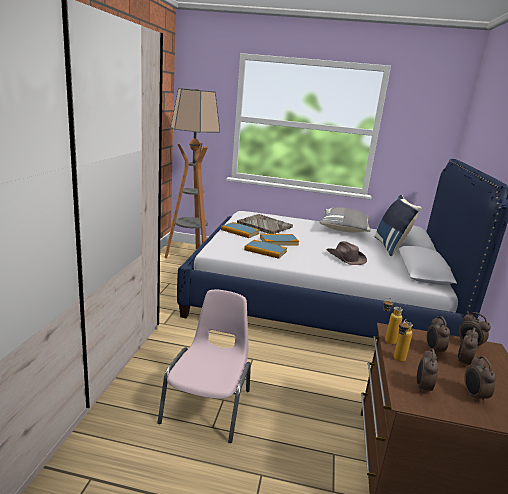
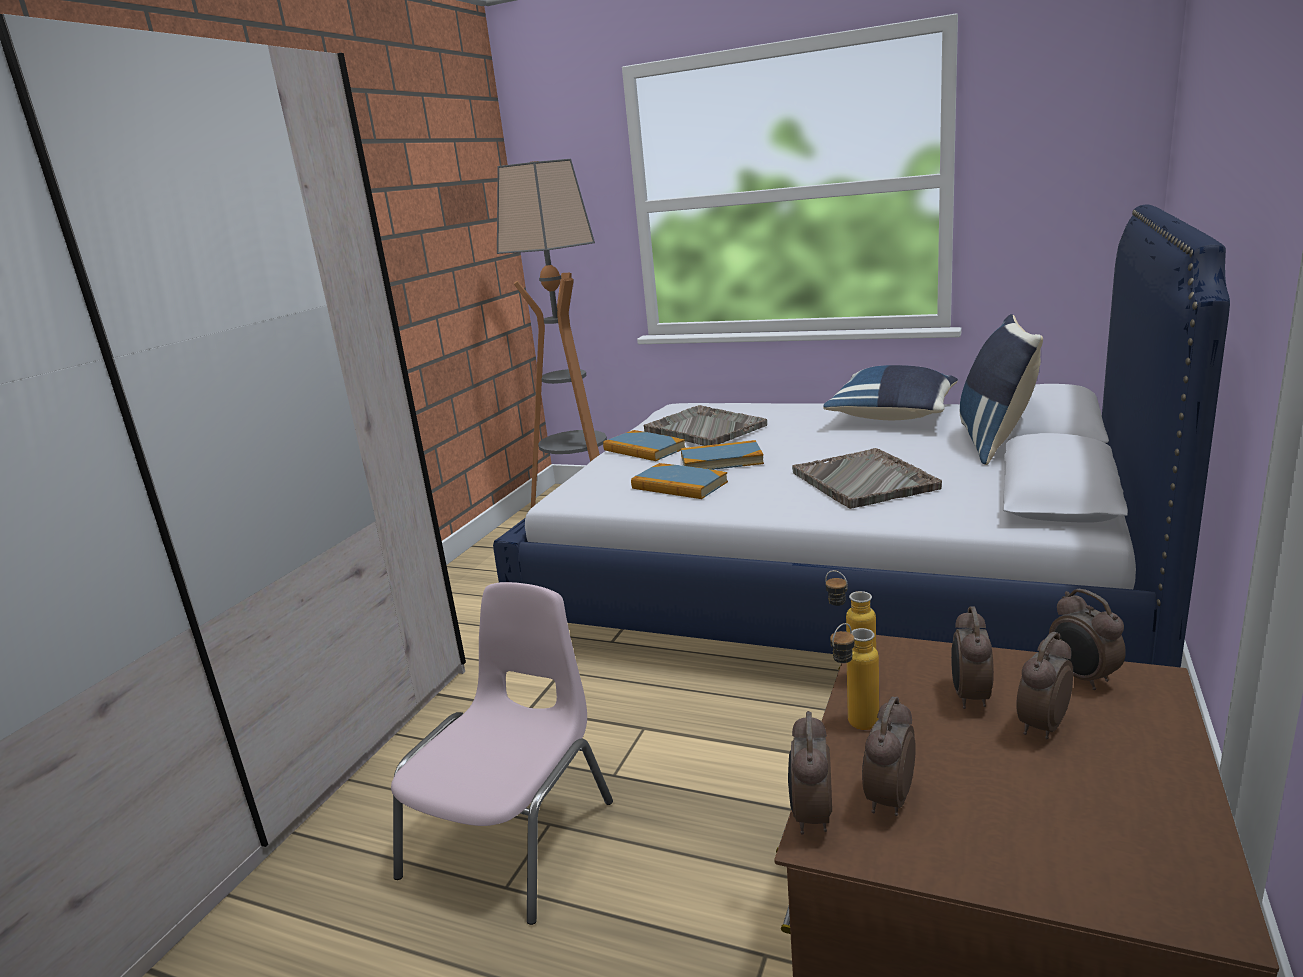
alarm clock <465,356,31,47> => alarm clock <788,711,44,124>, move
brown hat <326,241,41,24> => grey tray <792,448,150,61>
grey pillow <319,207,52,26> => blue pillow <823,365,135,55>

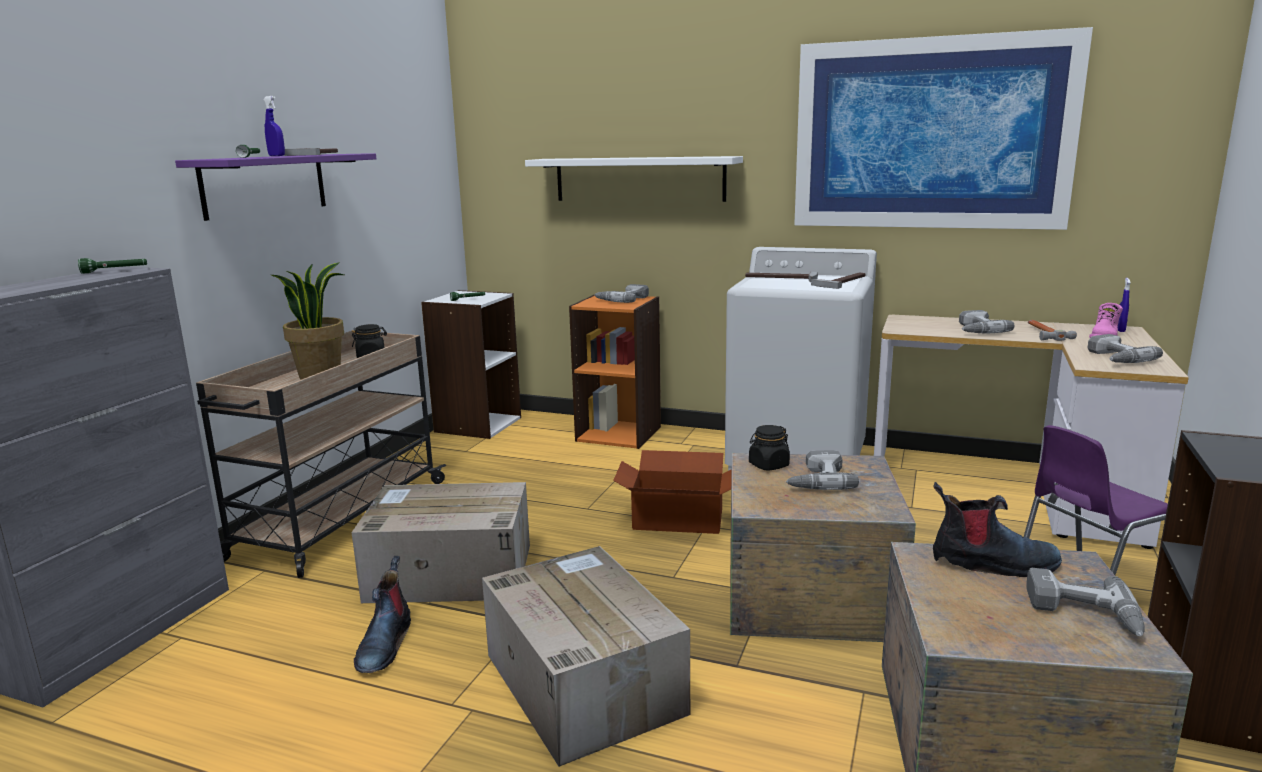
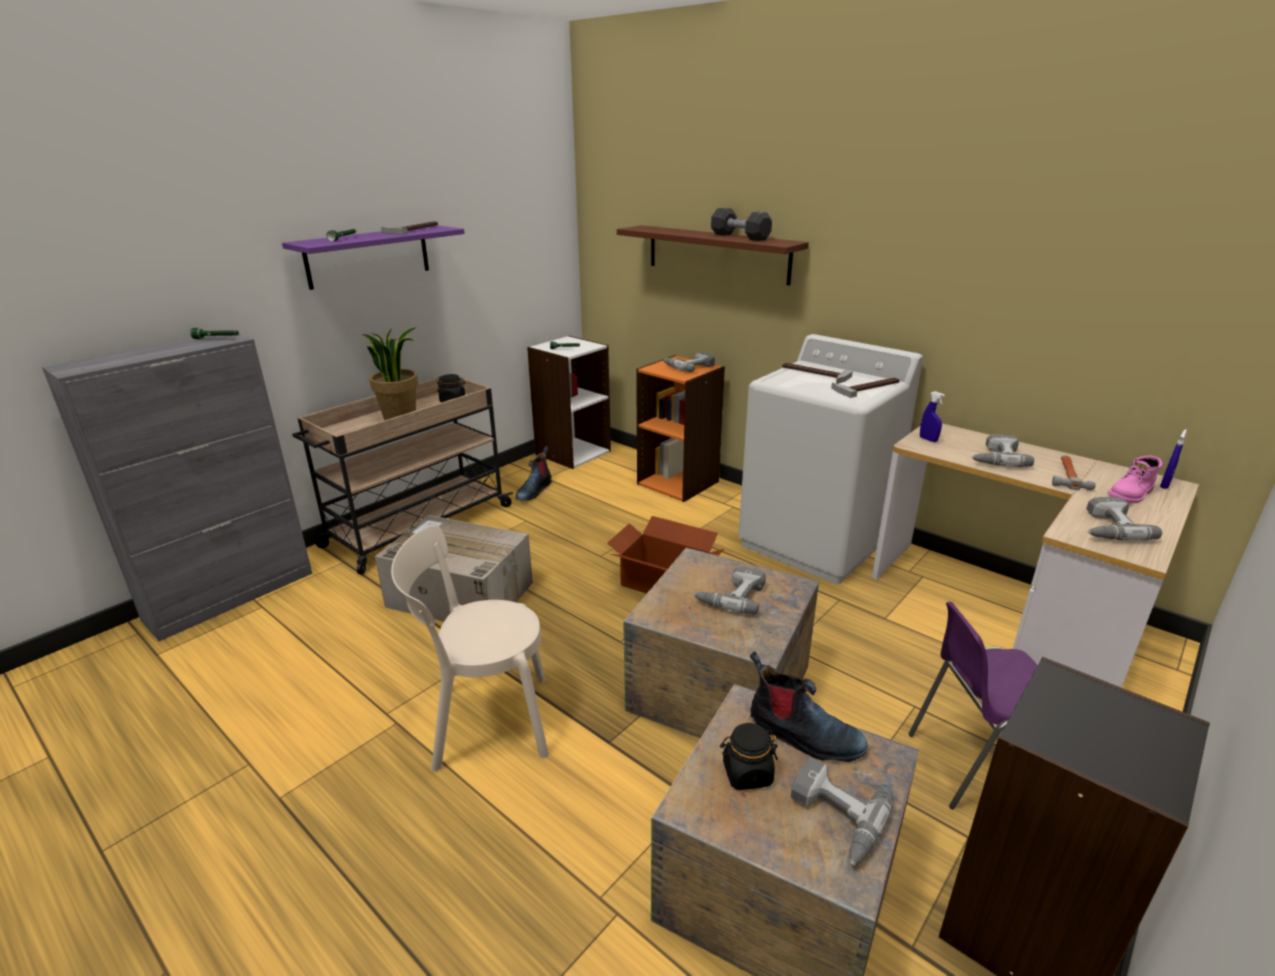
picture <794,27,299,203> => nothing
nothing => black dumbbell <711,208,61,33>
blue spray bottle <263,96,22,60> => blue spray bottle <920,391,25,51>, move
boot <354,556,57,117> => boot <516,446,36,55>, move
black jar <749,425,41,46> => black jar <720,723,58,67>, move
cardboard box <482,546,208,221> => beige chair <391,525,158,247>
white shelf <525,156,218,46> => brown shelf <617,225,192,60>

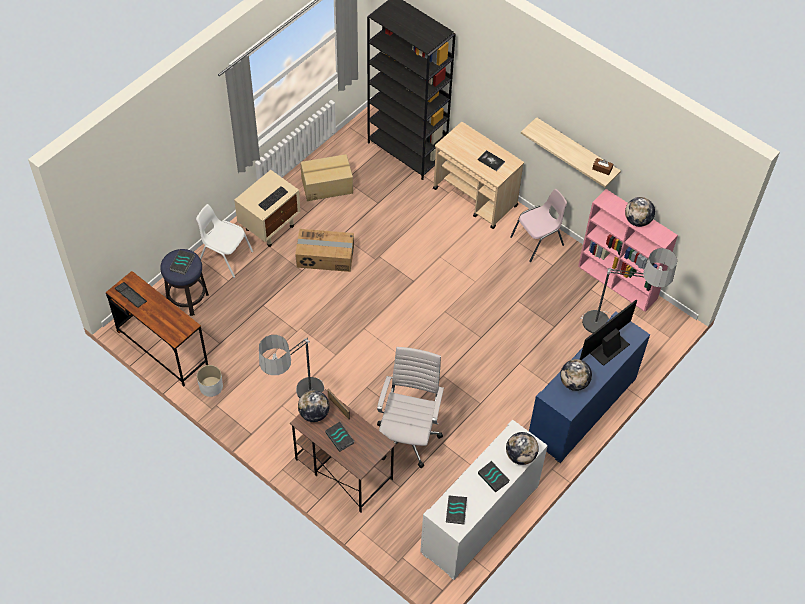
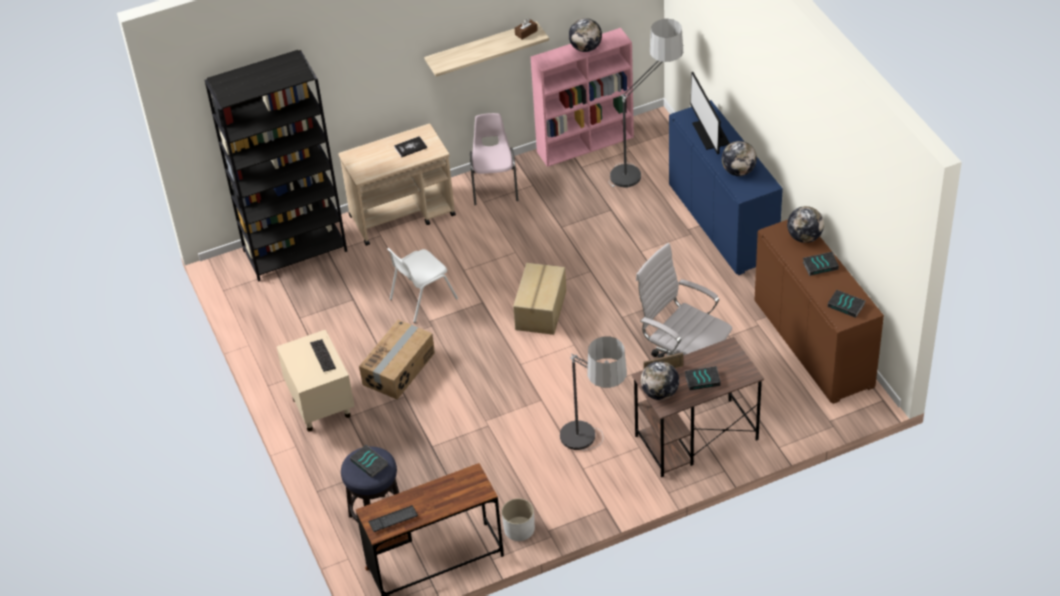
white chair <196,204,57,74> => white chair <387,248,71,75>, move
cardboard box <300,154,53,47> => cardboard box <513,263,53,72>, move
white cabinet <420,419,128,161> => brown cabinet <754,220,130,184>

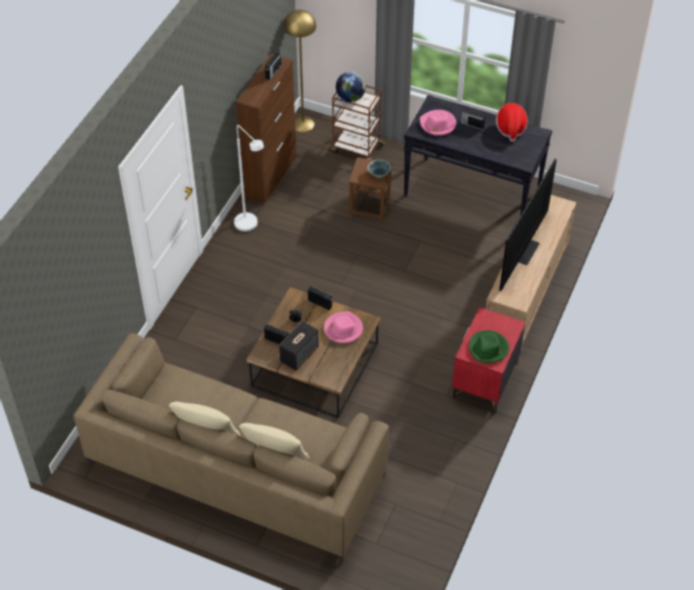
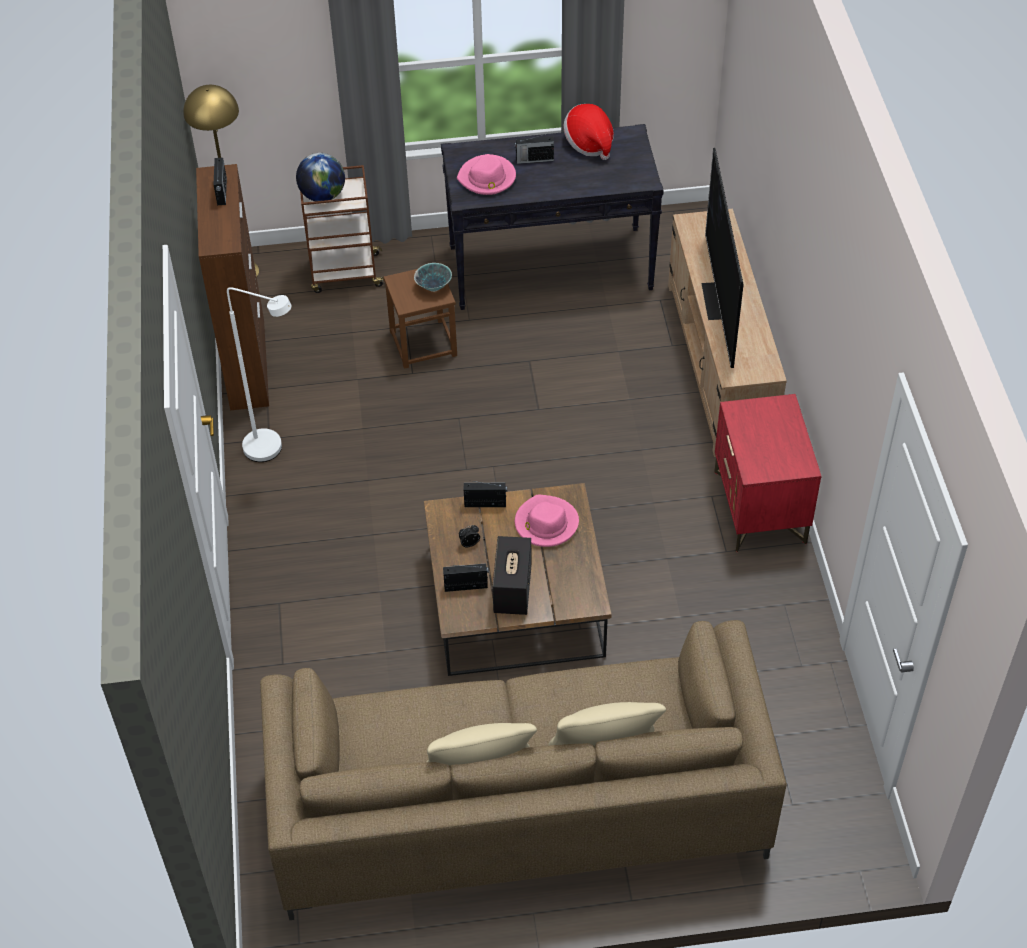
green hat <469,330,40,33> => nothing

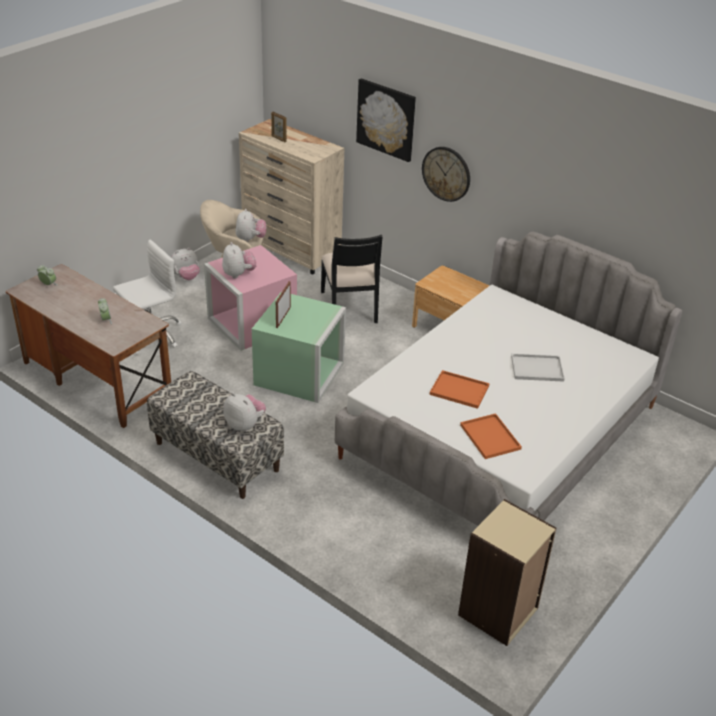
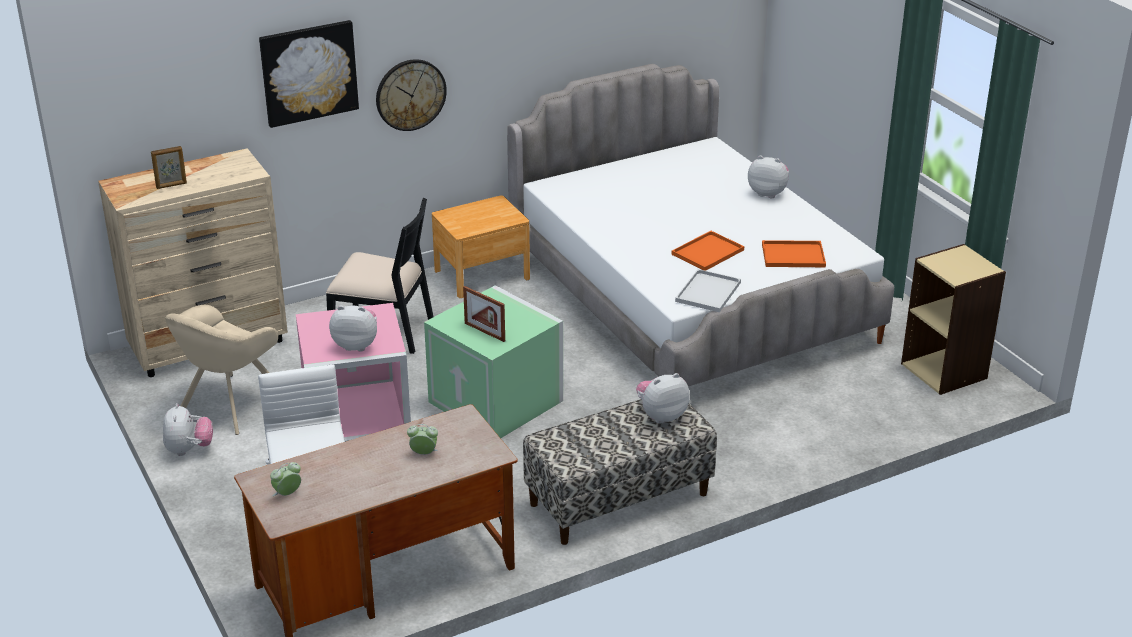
plush toy <236,209,30,33> => plush toy <748,155,41,43>, move
white tray <511,354,54,28> => white tray <675,269,66,43>, move

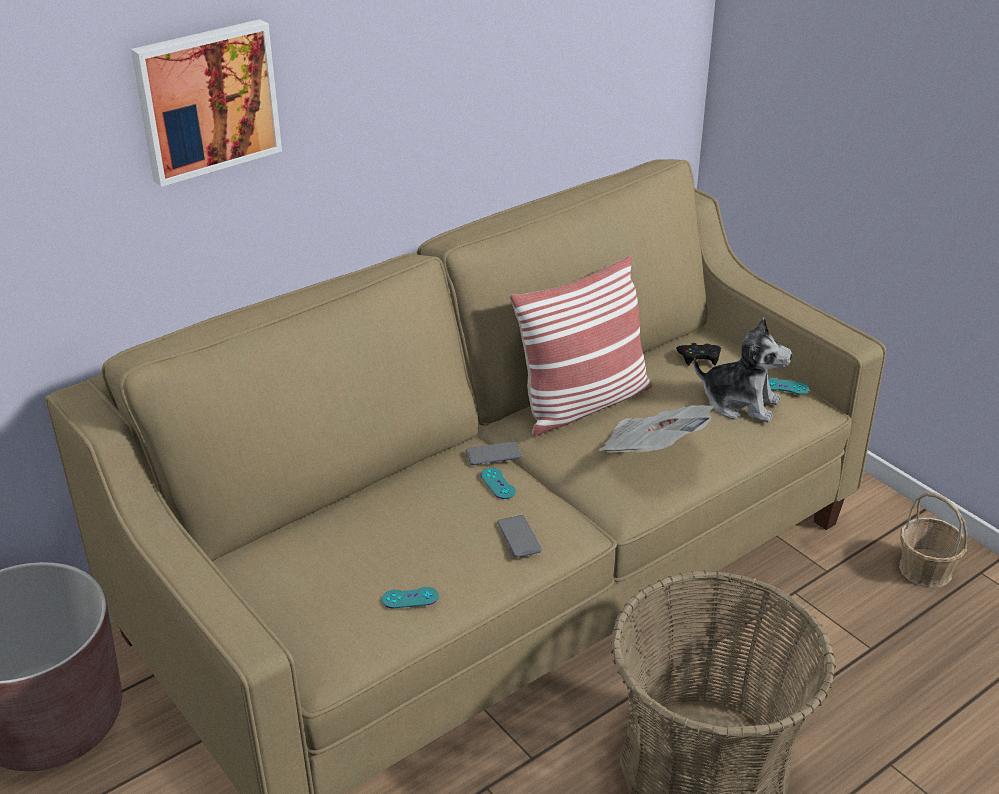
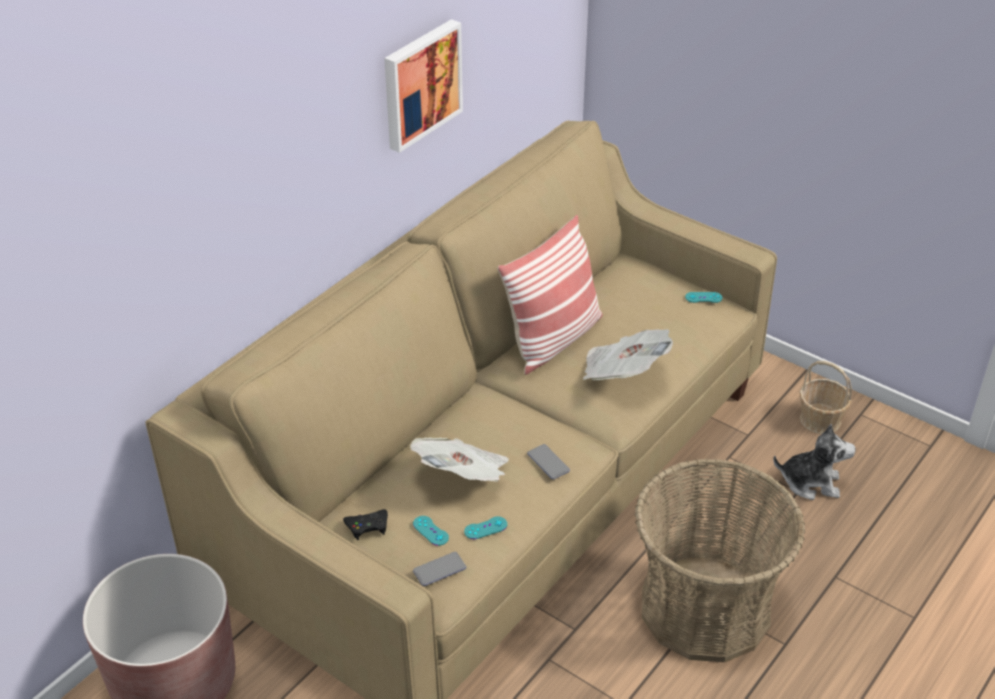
nothing => newspaper <410,438,99,44>
picture <131,19,151,168> => picture <384,19,79,134>, move
phone <466,441,56,24> => phone <413,552,54,34>, move
turquoise game controller <481,468,35,31> => turquoise game controller <413,516,36,30>, move
black game controller <676,343,45,23> => black game controller <343,509,45,31>, move
plush toy <693,317,99,105> => plush toy <773,424,83,76>, move

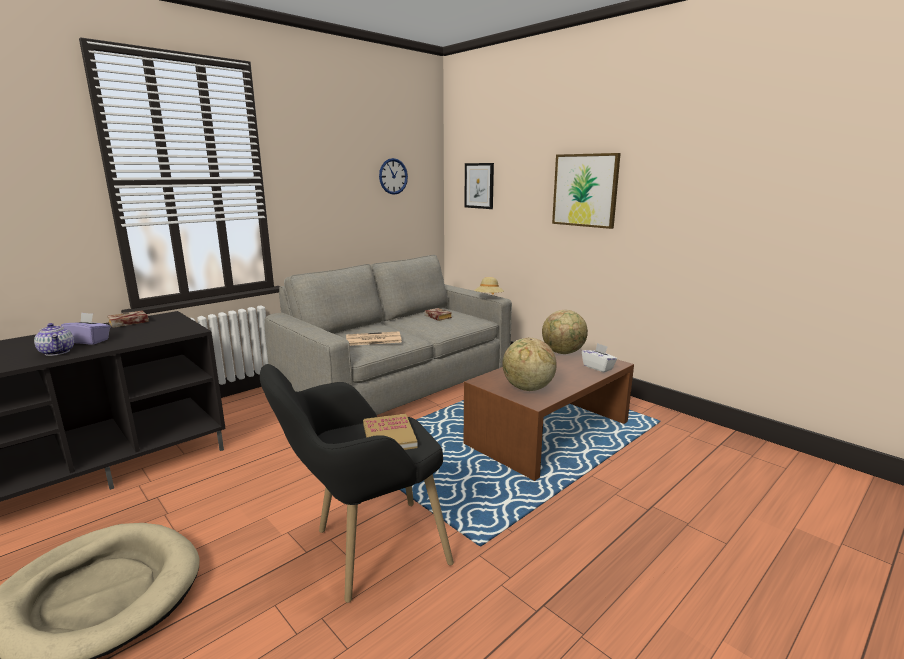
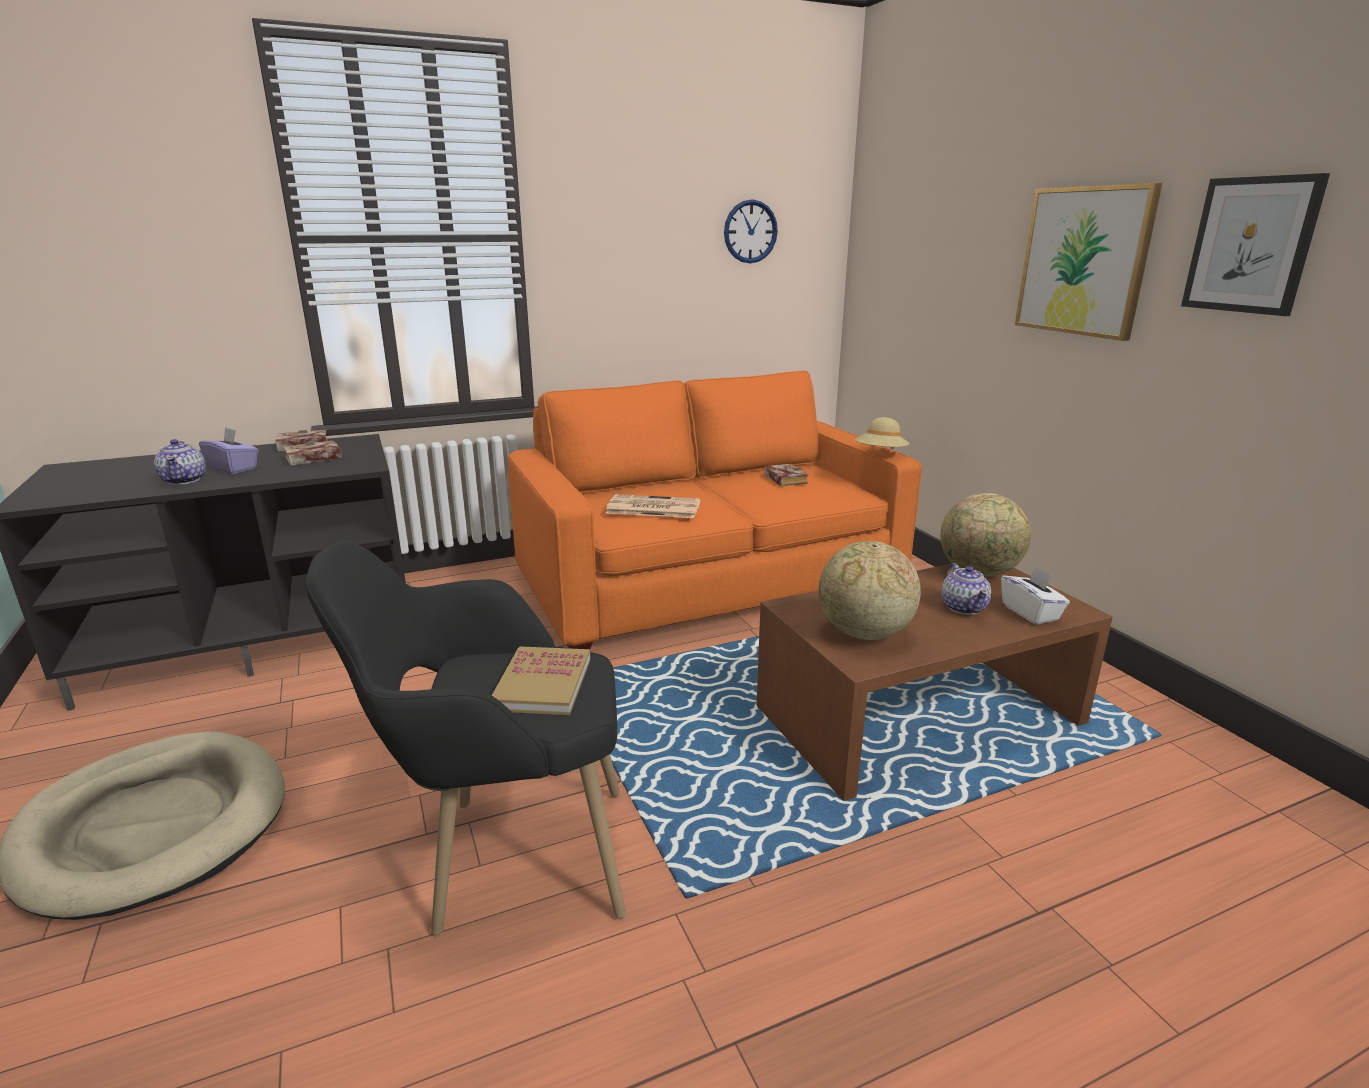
nothing => book <283,440,59,26>
nothing => teapot <941,563,50,52>
picture <464,163,30,46> => picture <1181,173,149,143>, move
grey sofa <265,255,247,160> => orange sofa <508,371,414,278>

